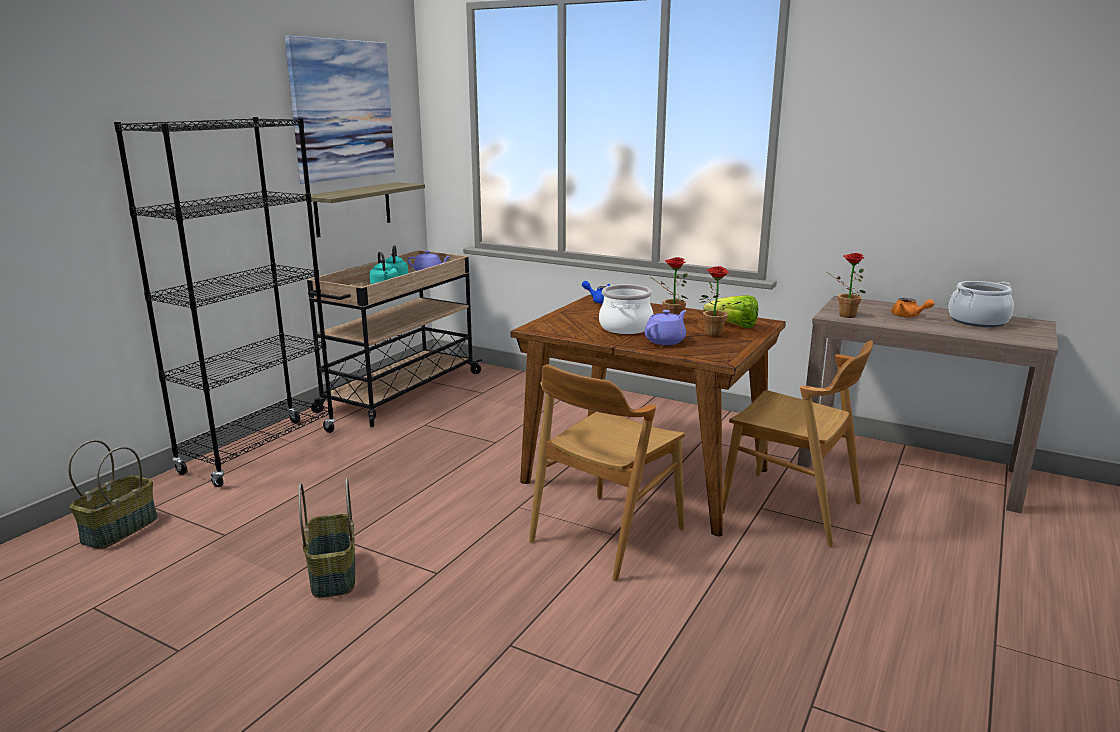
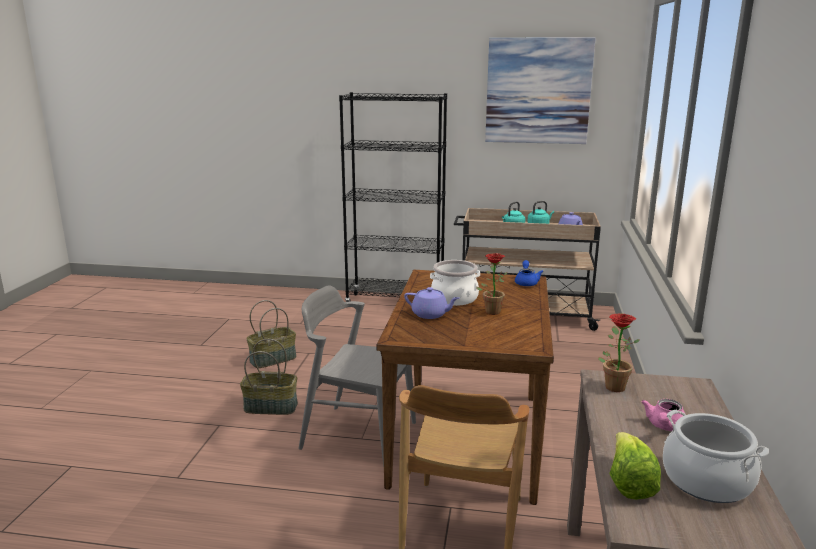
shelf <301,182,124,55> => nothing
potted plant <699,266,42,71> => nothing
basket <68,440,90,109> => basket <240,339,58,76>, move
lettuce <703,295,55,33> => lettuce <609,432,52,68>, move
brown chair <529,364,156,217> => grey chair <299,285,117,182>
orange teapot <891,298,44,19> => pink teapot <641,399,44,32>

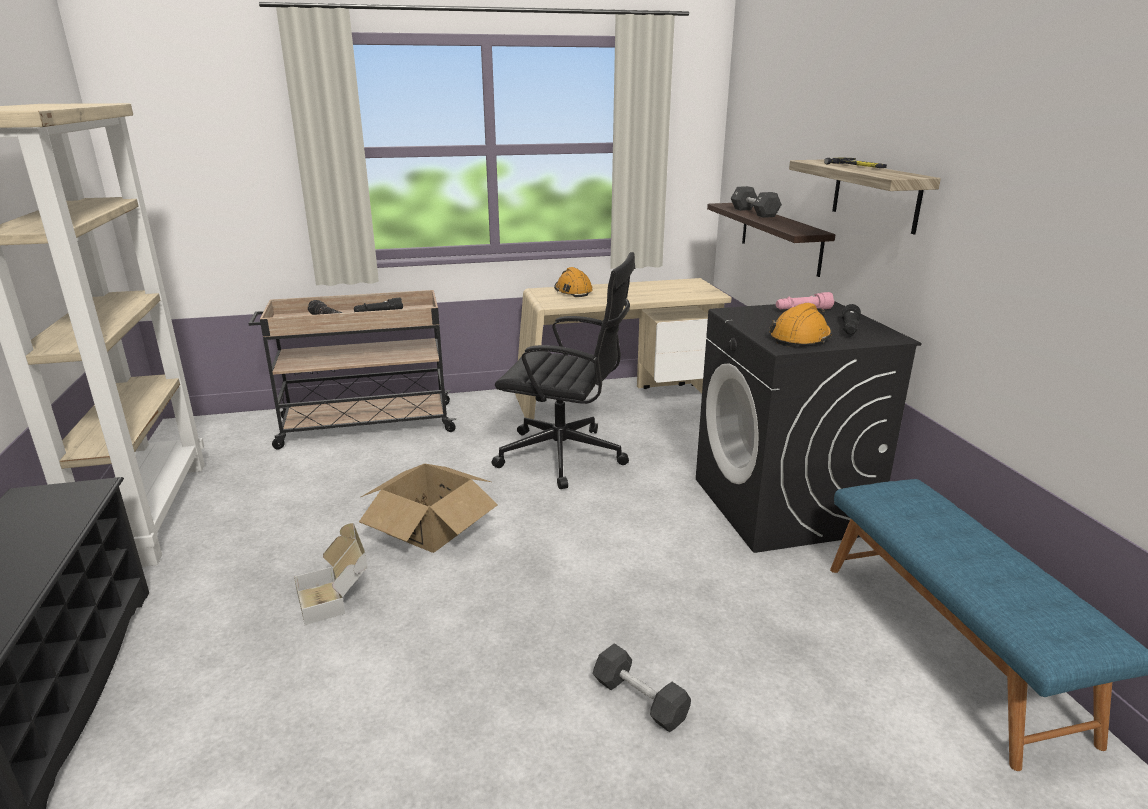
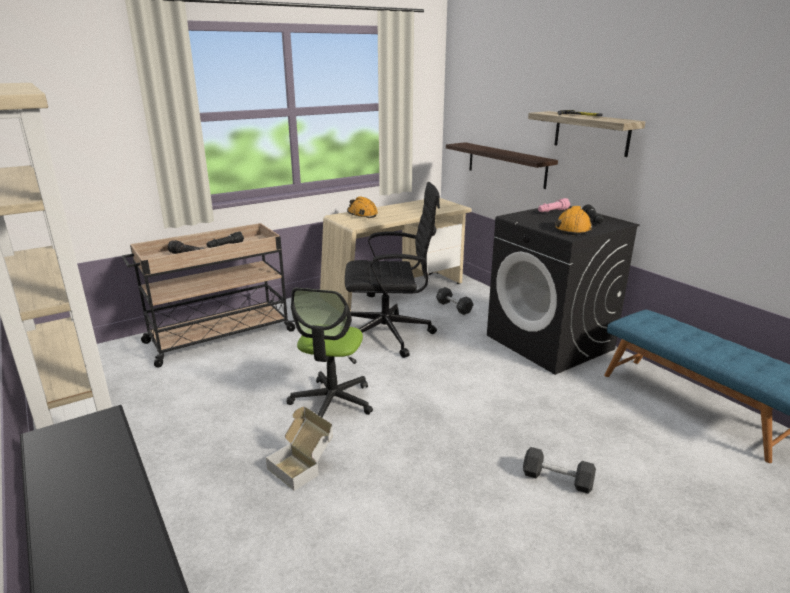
black dumbbell <731,186,51,32> => black dumbbell <436,287,38,28>, move
cardboard box <359,464,139,89> => office chair <286,288,87,129>

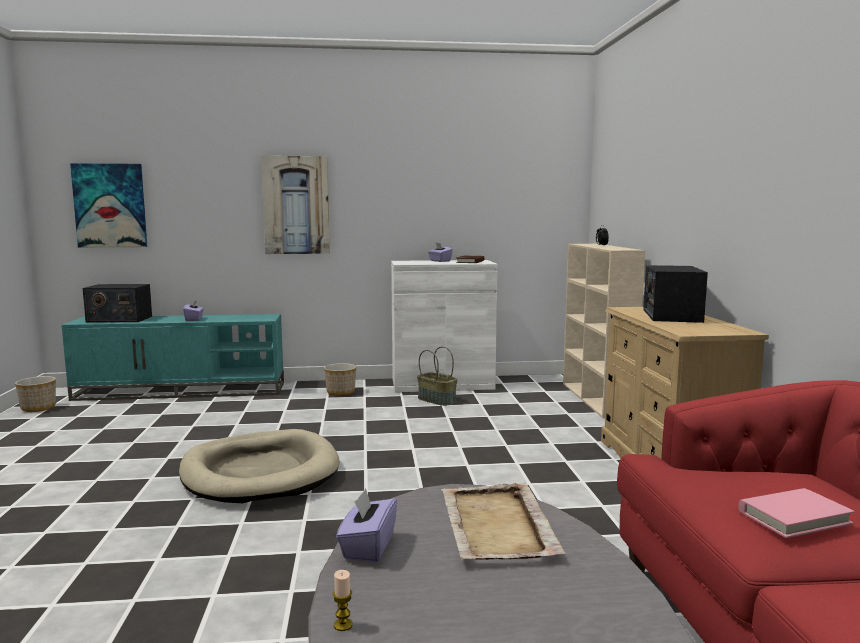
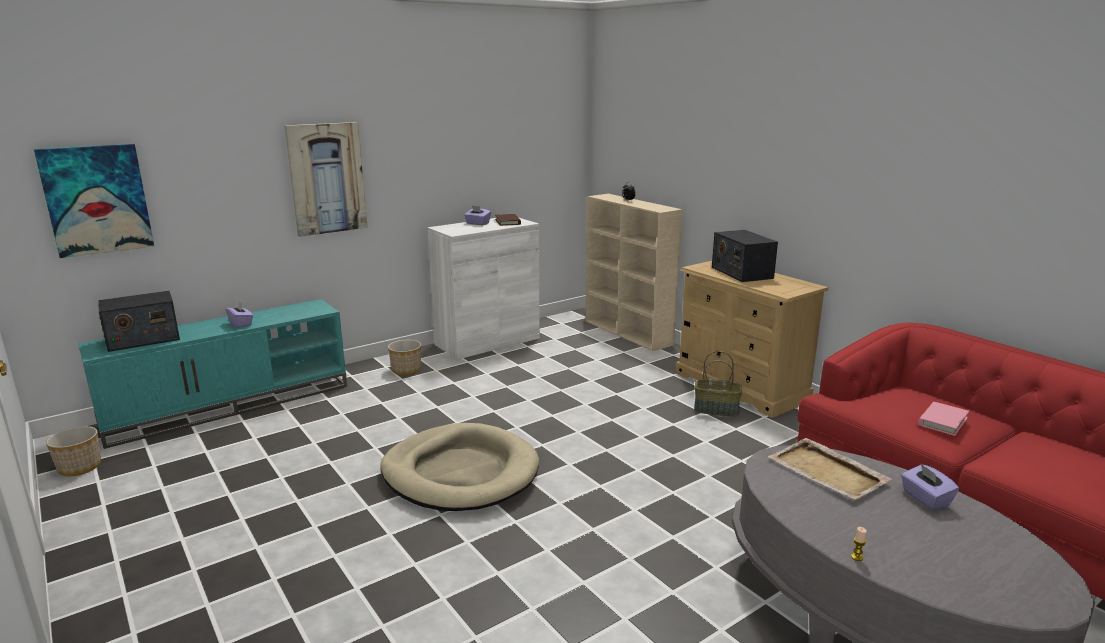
purple tissue box <336,489,61,73> => purple tissue box <901,464,58,46>, move
basket <417,346,40,60> => basket <694,351,48,65>, move

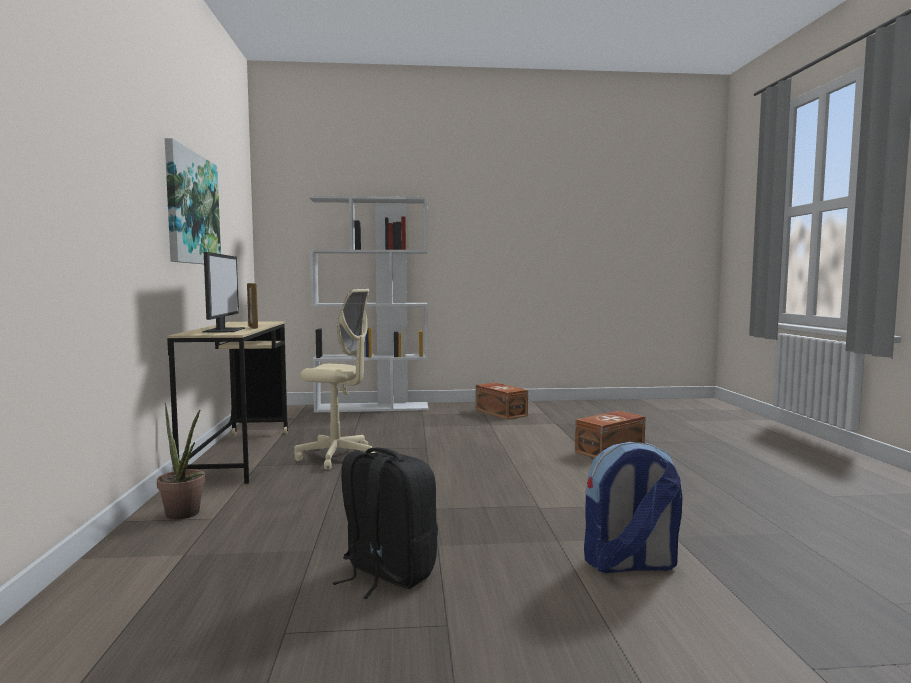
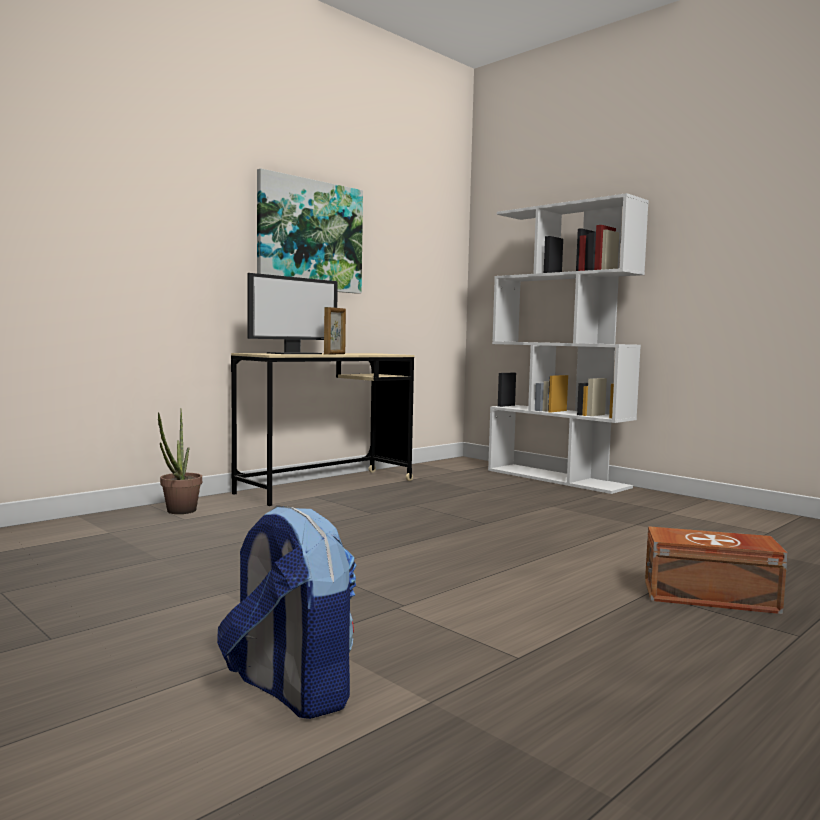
beige office chair <294,289,82,181> => nothing
black backpack <332,448,106,151> => nothing
brown storage box <475,383,53,37> => nothing

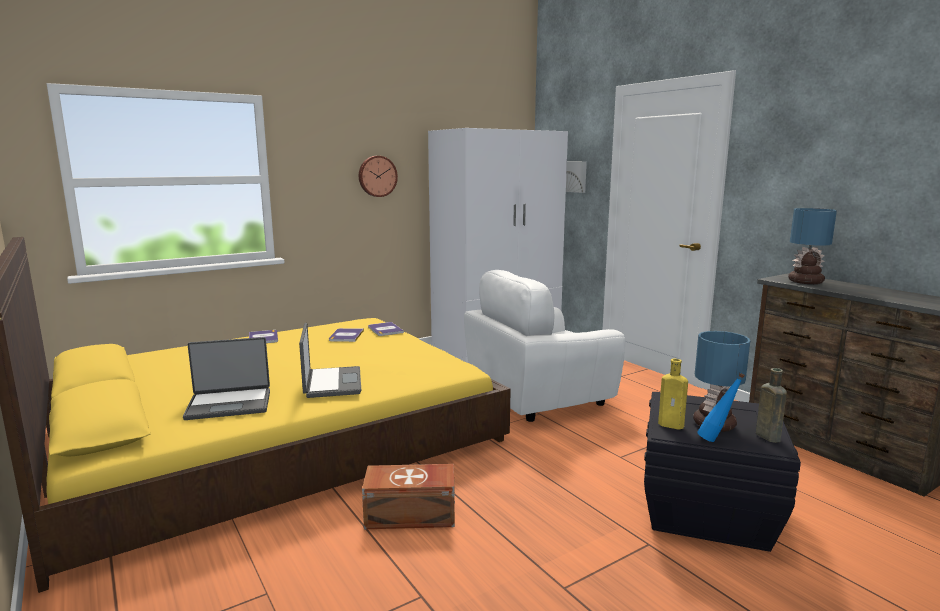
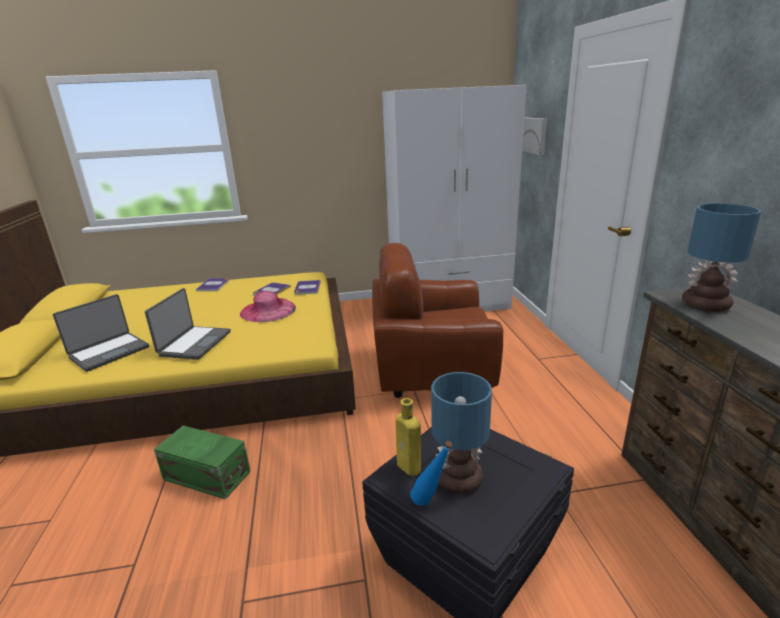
wall clock <359,156,39,41> => nothing
brown bottle <756,368,31,75> => nothing
nothing => pink hat <240,291,56,31>
brown storage box <362,464,93,65> => green storage box <154,426,97,73>
white armchair <464,270,161,152> => brown armchair <372,243,131,155>
laptop <183,337,87,83> => laptop <53,294,96,78>, 60 degrees counterclockwise

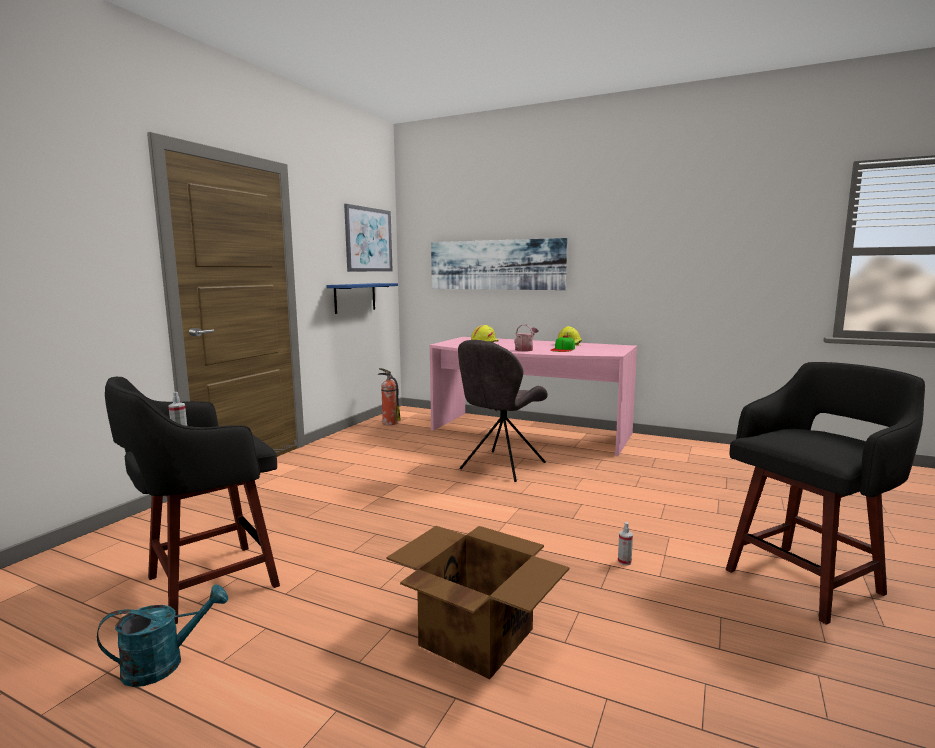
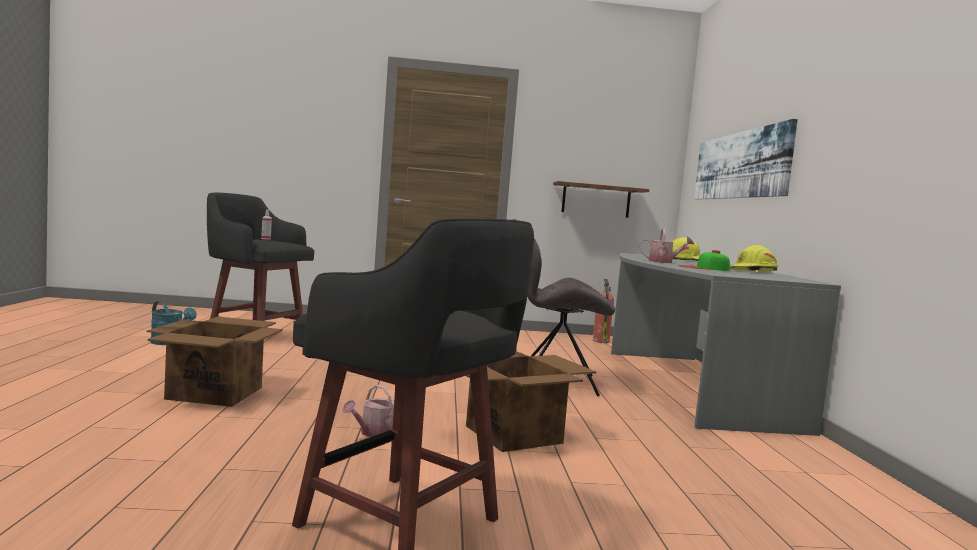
picture <344,204,49,68> => nothing
nothing => cardboard box <466,351,130,101>
spray bottle <618,522,15,44> => watering can <342,385,52,52>
blue shelf <326,283,72,31> => brown shelf <553,181,96,37>
pink desk <429,337,208,119> => grey desk <611,253,230,183>

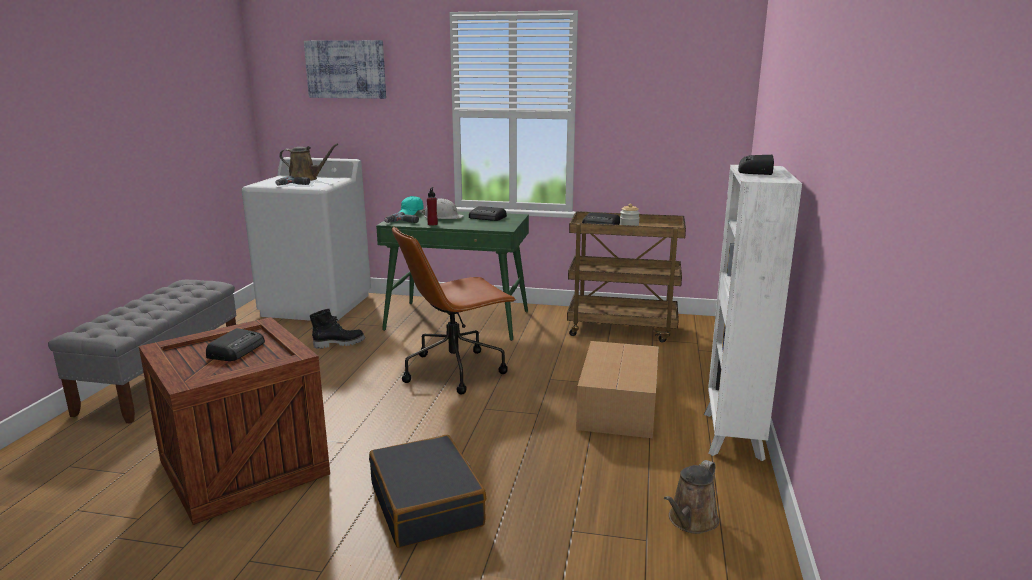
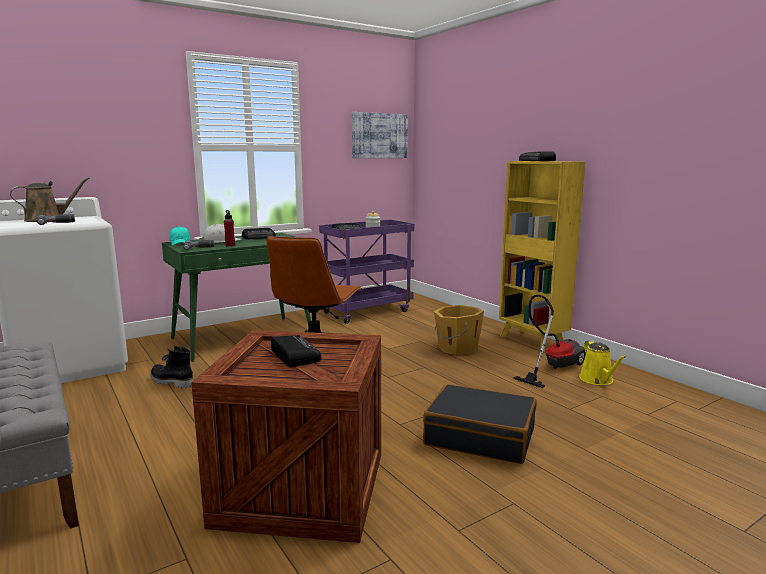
nothing => vacuum cleaner <513,295,73,93>
picture <304,40,82,59> => picture <352,112,56,46>, move
cardboard box <576,341,82,97> => orange bucket <434,305,50,50>
brown cart <567,211,119,131> => purple cart <319,220,95,104>
brown watering can <664,460,55,74> => yellow watering can <579,340,47,45>
white bookcase <704,165,98,296> => yellow bookcase <499,161,86,191>
black boot <310,309,55,40> => black boot <151,346,42,42>, 90 degrees counterclockwise

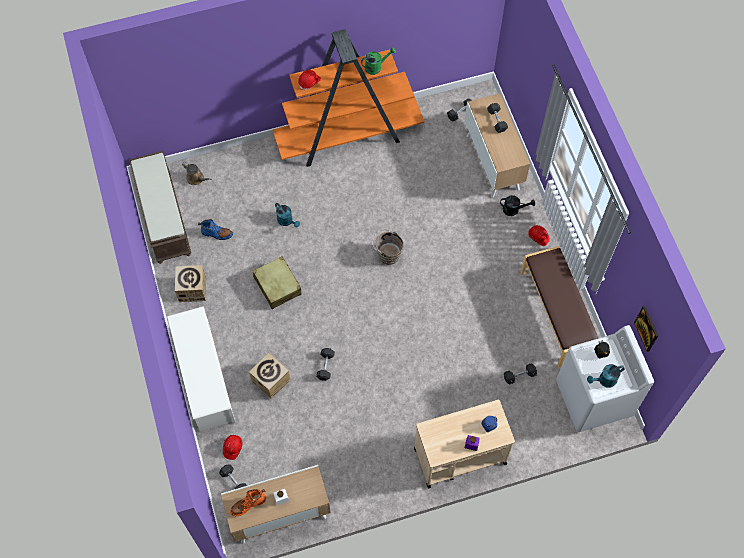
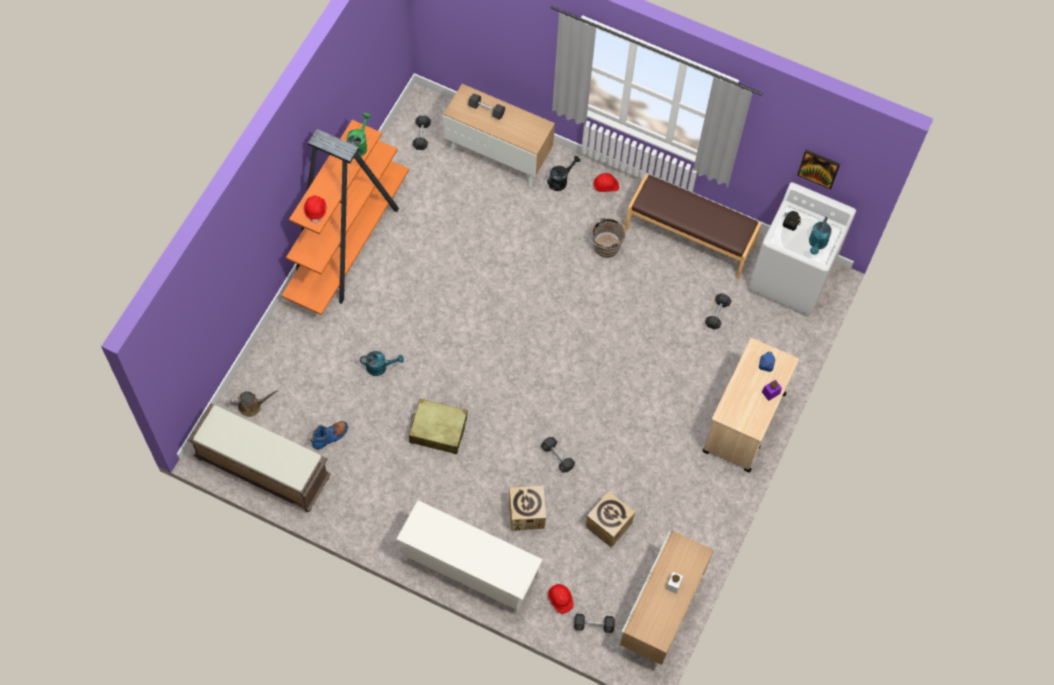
orange boot <230,489,36,27> => nothing
cardboard box <175,265,31,37> => cardboard box <586,491,49,57>, move
brown bucket <372,230,32,35> => brown bucket <587,218,39,40>, move

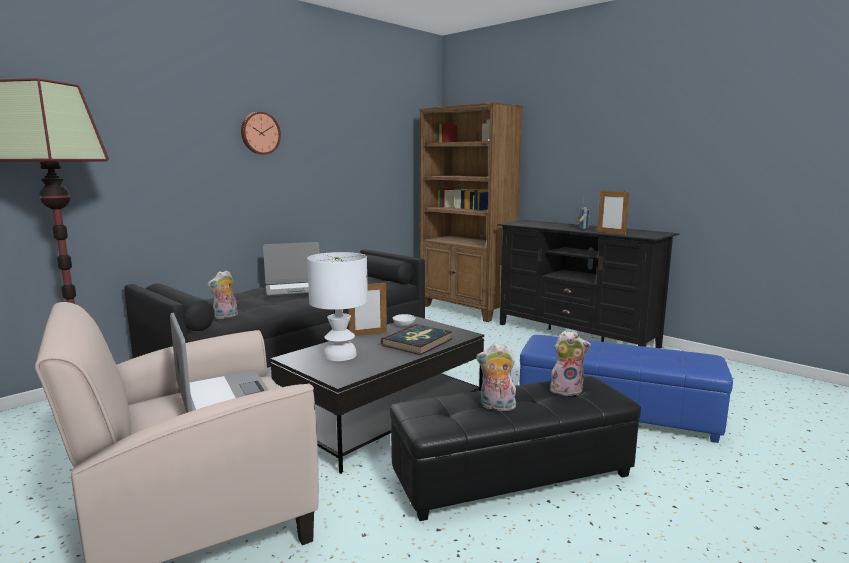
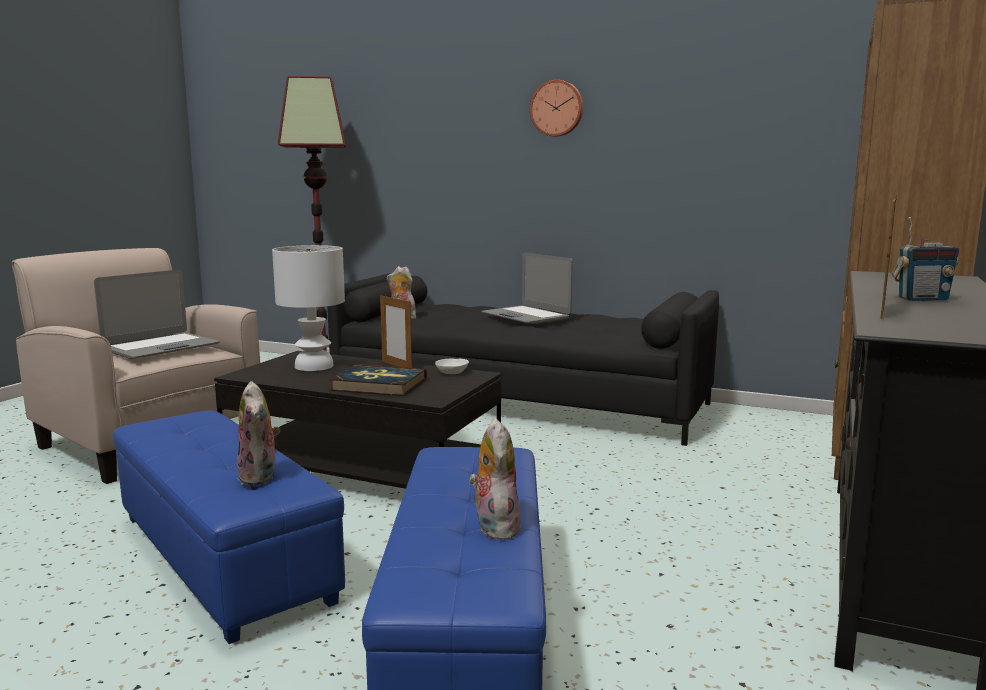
plush toy <476,343,42,68> => plush toy <469,418,52,122>, move
black ottoman <390,376,251,145> => blue ottoman <113,410,232,234>

